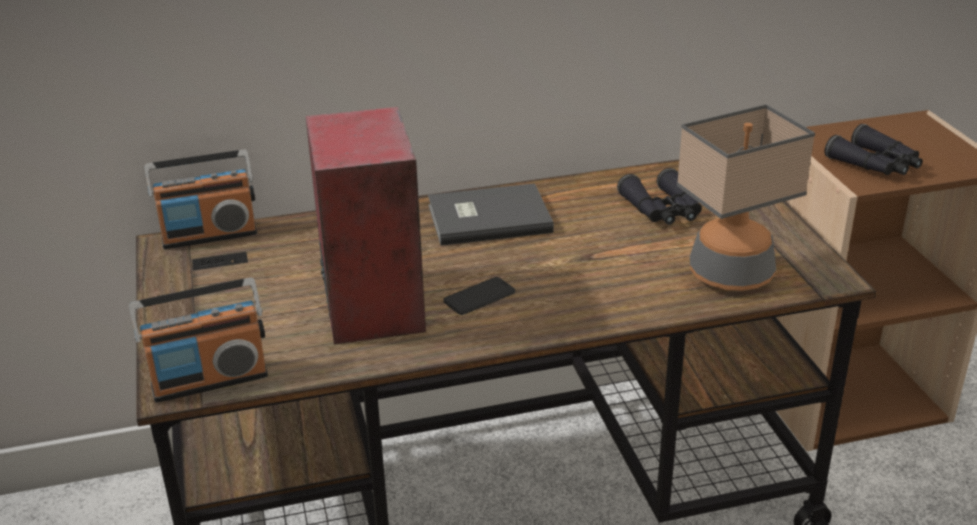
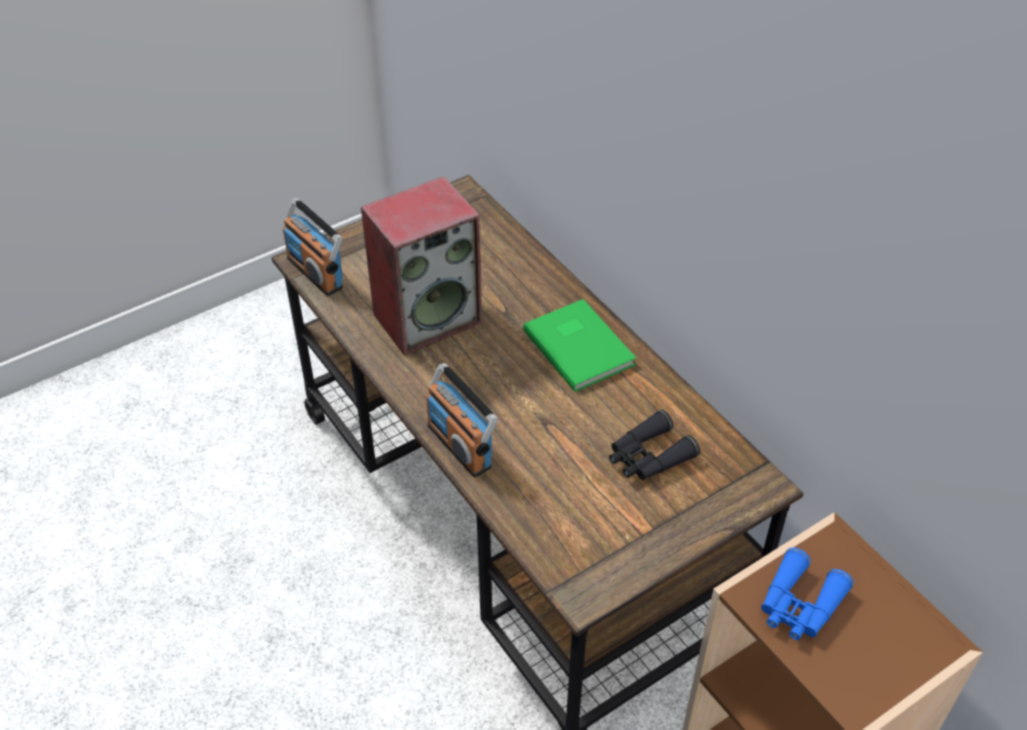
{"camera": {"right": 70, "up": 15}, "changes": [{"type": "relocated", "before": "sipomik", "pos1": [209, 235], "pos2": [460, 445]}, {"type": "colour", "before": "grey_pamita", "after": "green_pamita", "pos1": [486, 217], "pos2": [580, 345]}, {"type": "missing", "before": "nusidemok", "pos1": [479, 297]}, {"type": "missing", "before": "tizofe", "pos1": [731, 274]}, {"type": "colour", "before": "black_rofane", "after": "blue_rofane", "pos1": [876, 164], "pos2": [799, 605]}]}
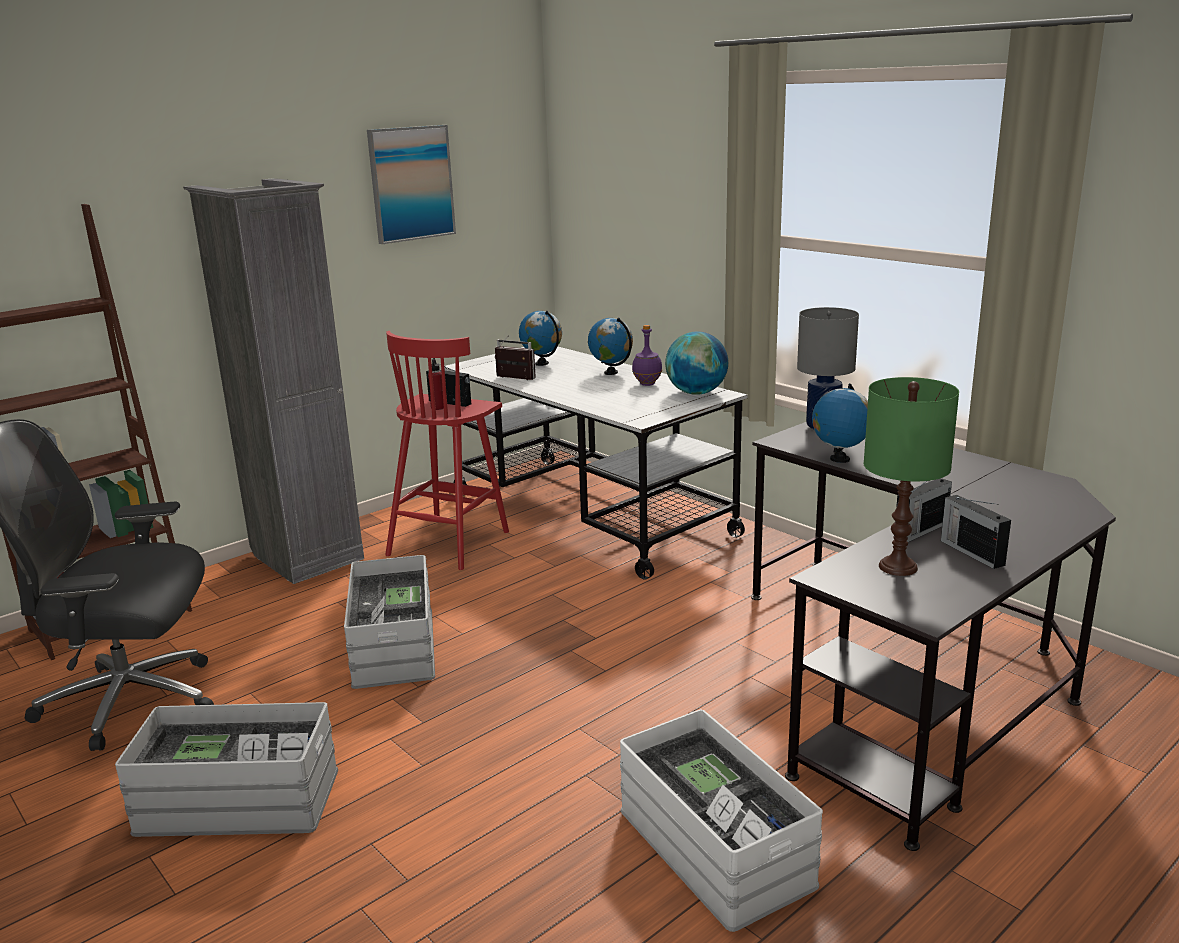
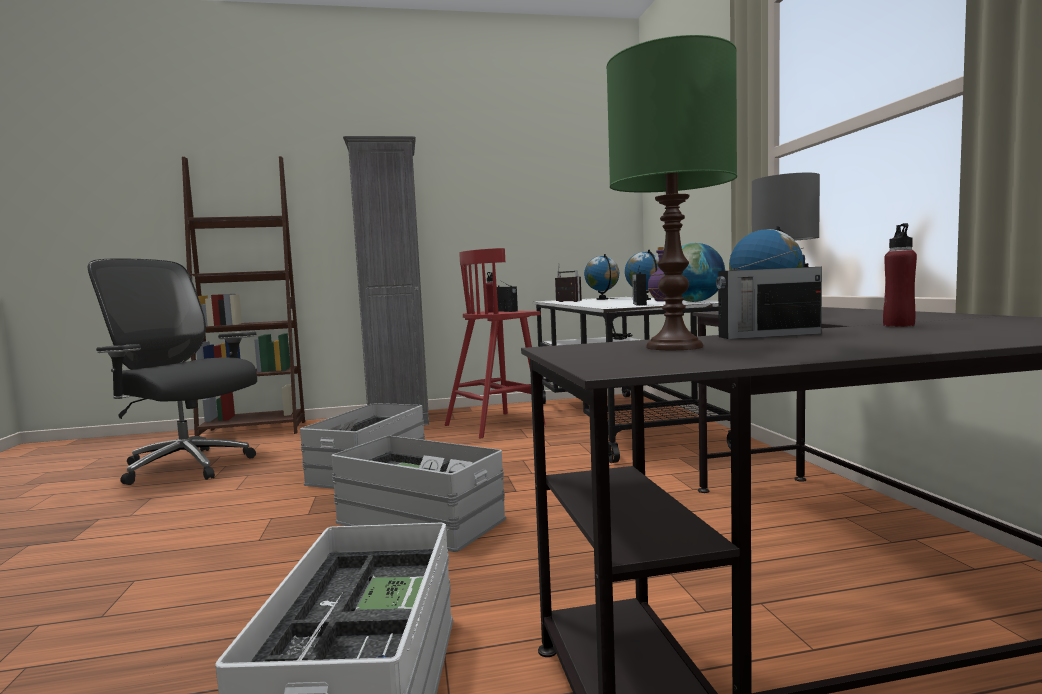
{"camera": {"right": 30, "up": -15}, "changes": [{"type": "relocated", "before": "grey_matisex", "pos1": [239, 799], "pos2": [421, 520]}, {"type": "missing", "before": "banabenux", "pos1": [411, 183]}, {"type": "relocated", "before": "sipomik", "pos1": [971, 552], "pos2": [639, 304]}, {"type": "appeared", "after": "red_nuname", "pos2": [898, 325]}]}
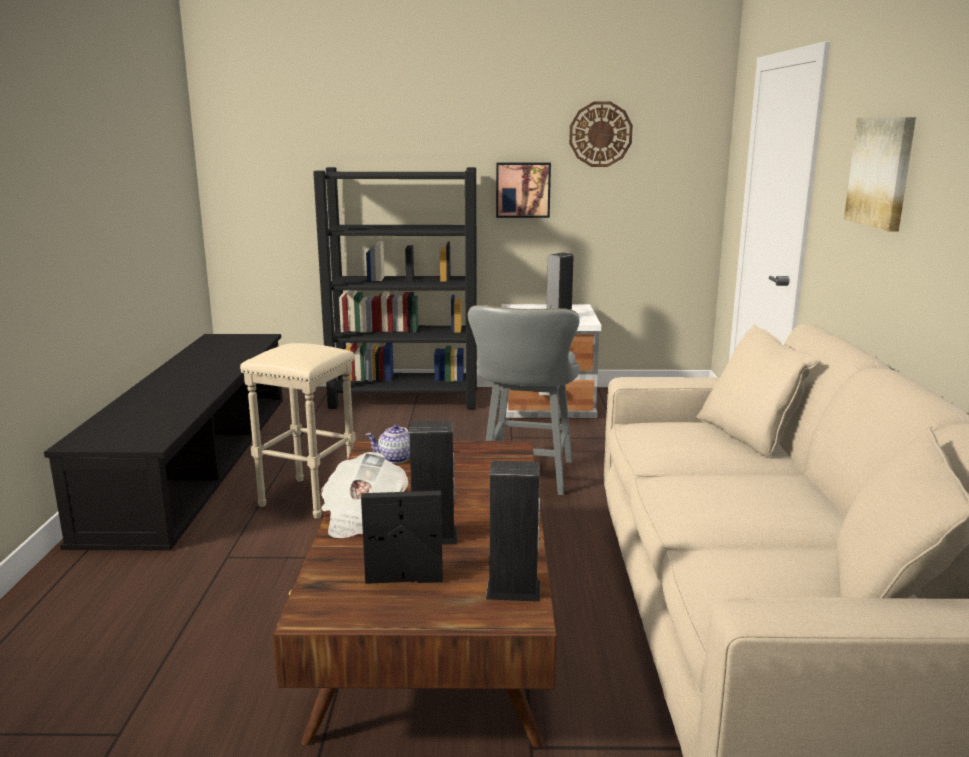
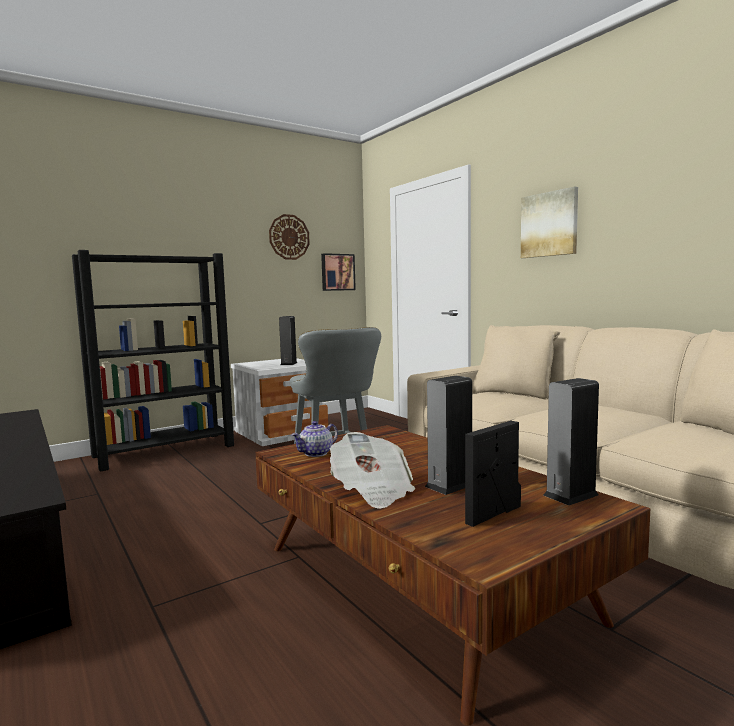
{"camera": {"right": -35, "up": -10}, "changes": [{"type": "missing", "before": "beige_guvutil", "pos1": [305, 498]}, {"type": "relocated", "before": "banabenux", "pos1": [523, 190], "pos2": [337, 272]}]}
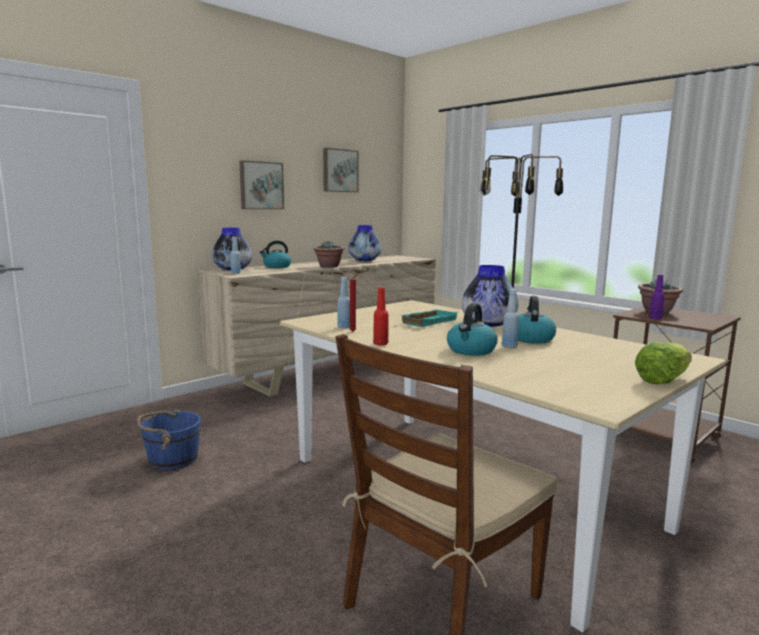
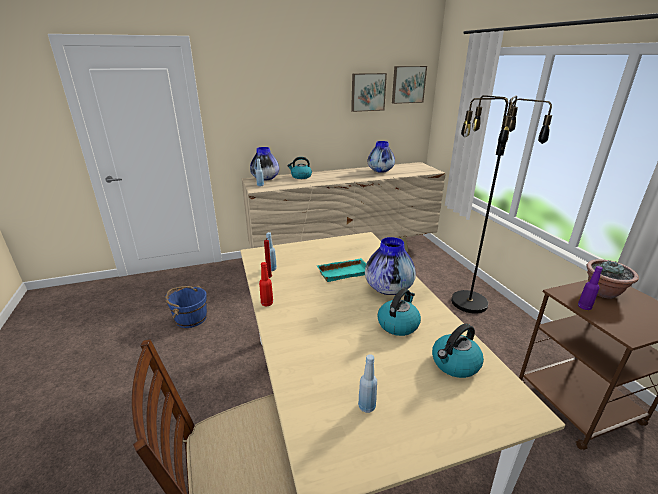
{"camera": {"right": 25, "up": 15}, "changes": [{"type": "relocated", "before": "banabenux", "pos1": [261, 185], "pos2": [408, 84]}, {"type": "missing", "before": "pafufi", "pos1": [329, 266]}, {"type": "relocated", "before": "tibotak", "pos1": [471, 350], "pos2": [455, 364]}, {"type": "relocated", "before": "blue_nuname", "pos1": [509, 346], "pos2": [366, 406]}, {"type": "missing", "before": "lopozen", "pos1": [662, 380]}]}
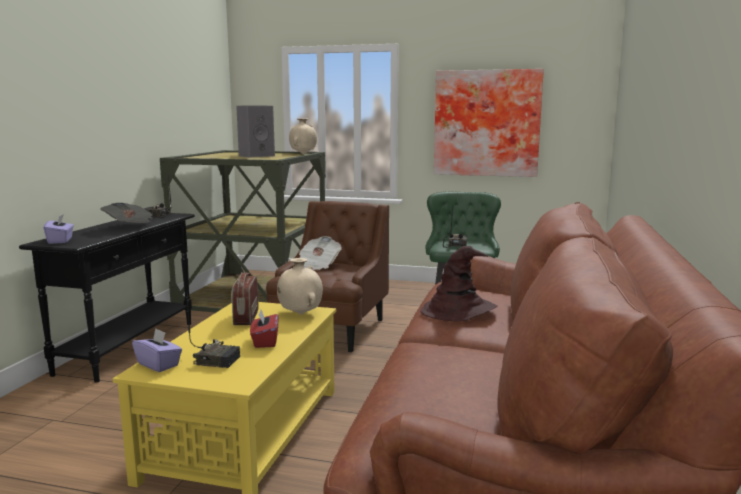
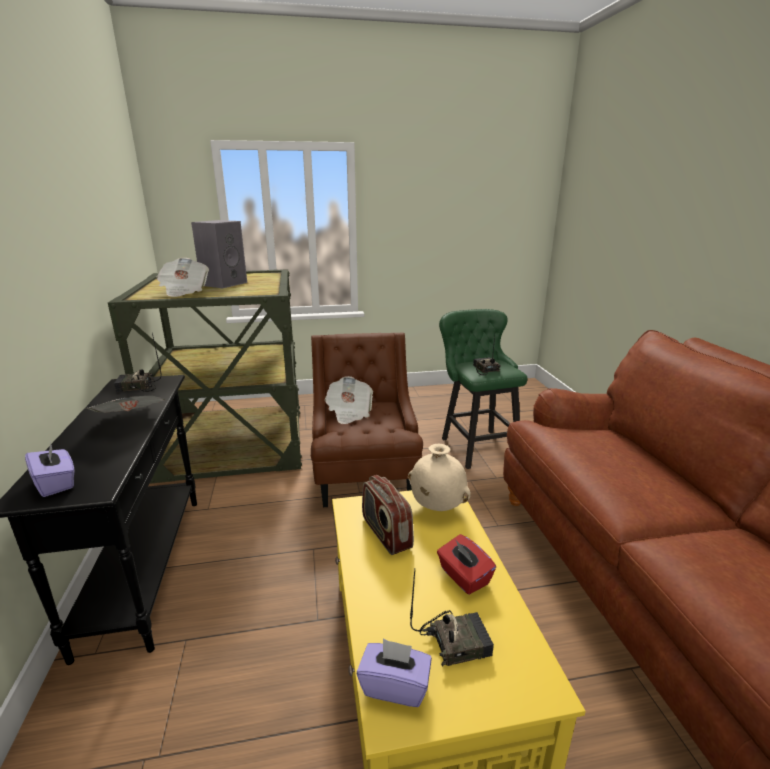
{"camera": {"right": -25, "up": 10}, "changes": [{"type": "missing", "before": "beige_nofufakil", "pos1": [303, 154]}, {"type": "missing", "before": "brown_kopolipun", "pos1": [458, 310]}, {"type": "missing", "before": "banabenux", "pos1": [486, 123]}, {"type": "appeared", "after": "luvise", "pos2": [184, 291]}]}
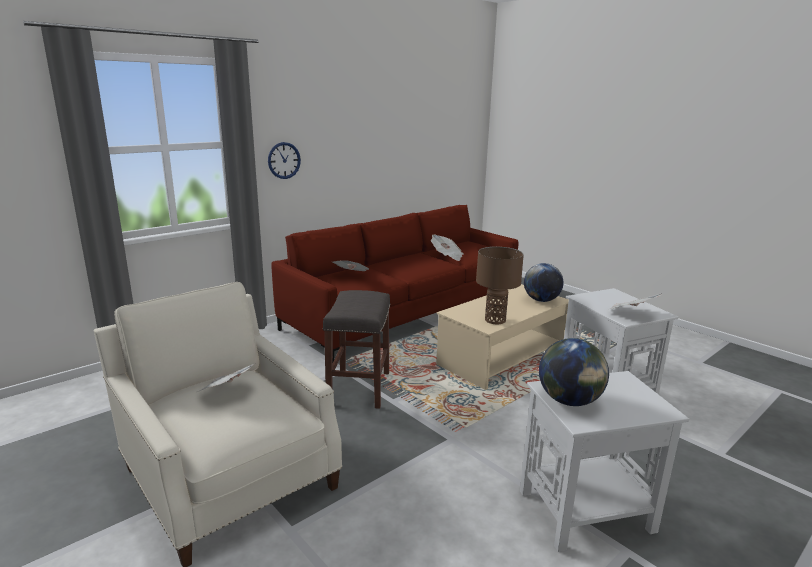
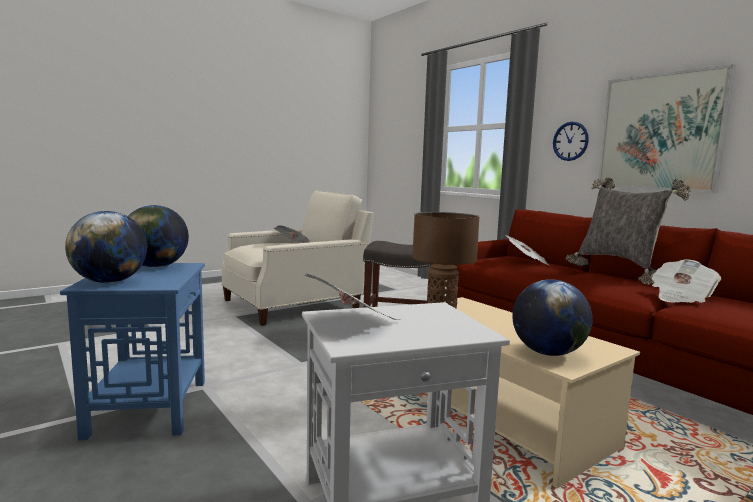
{"camera": {"right": 95, "up": -10}, "changes": [{"type": "colour", "before": "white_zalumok", "after": "blue_zalumok", "pos1": [584, 511], "pos2": [149, 406]}, {"type": "appeared", "after": "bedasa", "pos2": [110, 282]}, {"type": "appeared", "after": "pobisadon", "pos2": [619, 275]}, {"type": "appeared", "after": "banabenux", "pos2": [660, 132]}]}
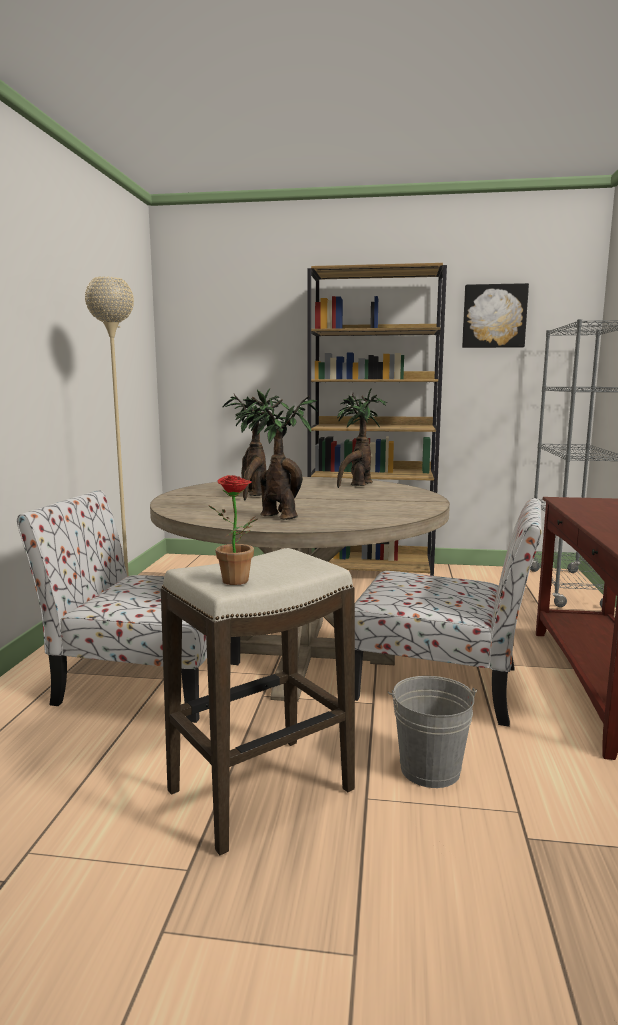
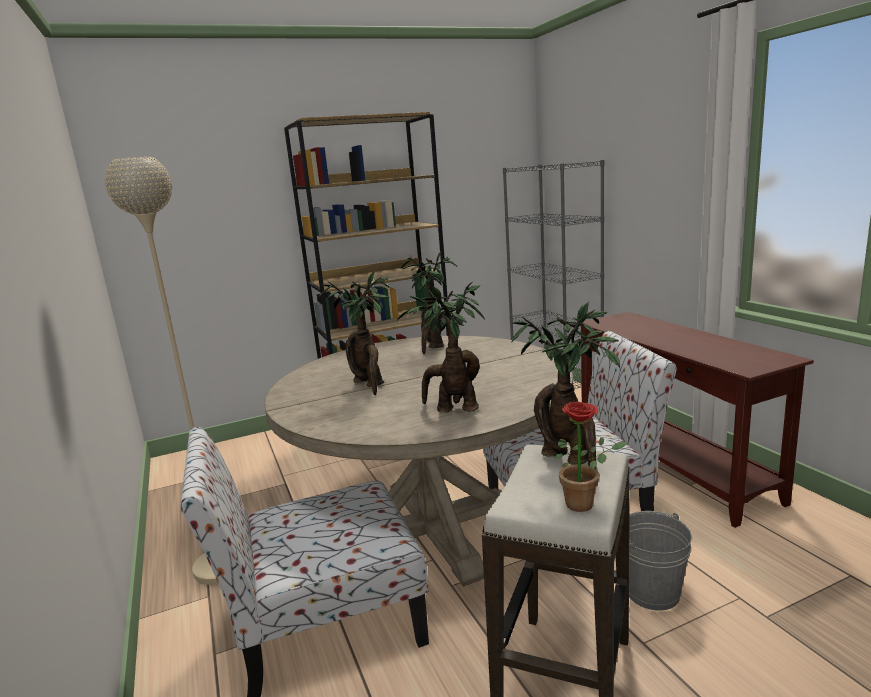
{"camera": {"right": -30, "up": 5}, "changes": [{"type": "missing", "before": "banabenux", "pos1": [494, 316]}, {"type": "appeared", "after": "pafufi", "pos2": [569, 460]}]}
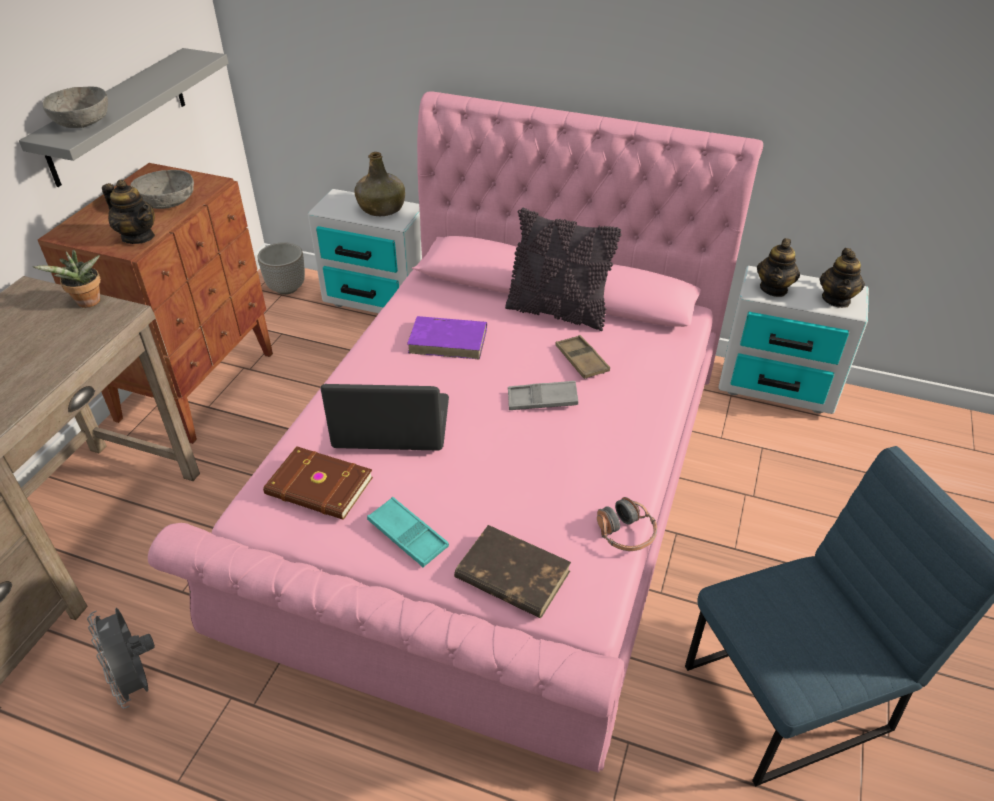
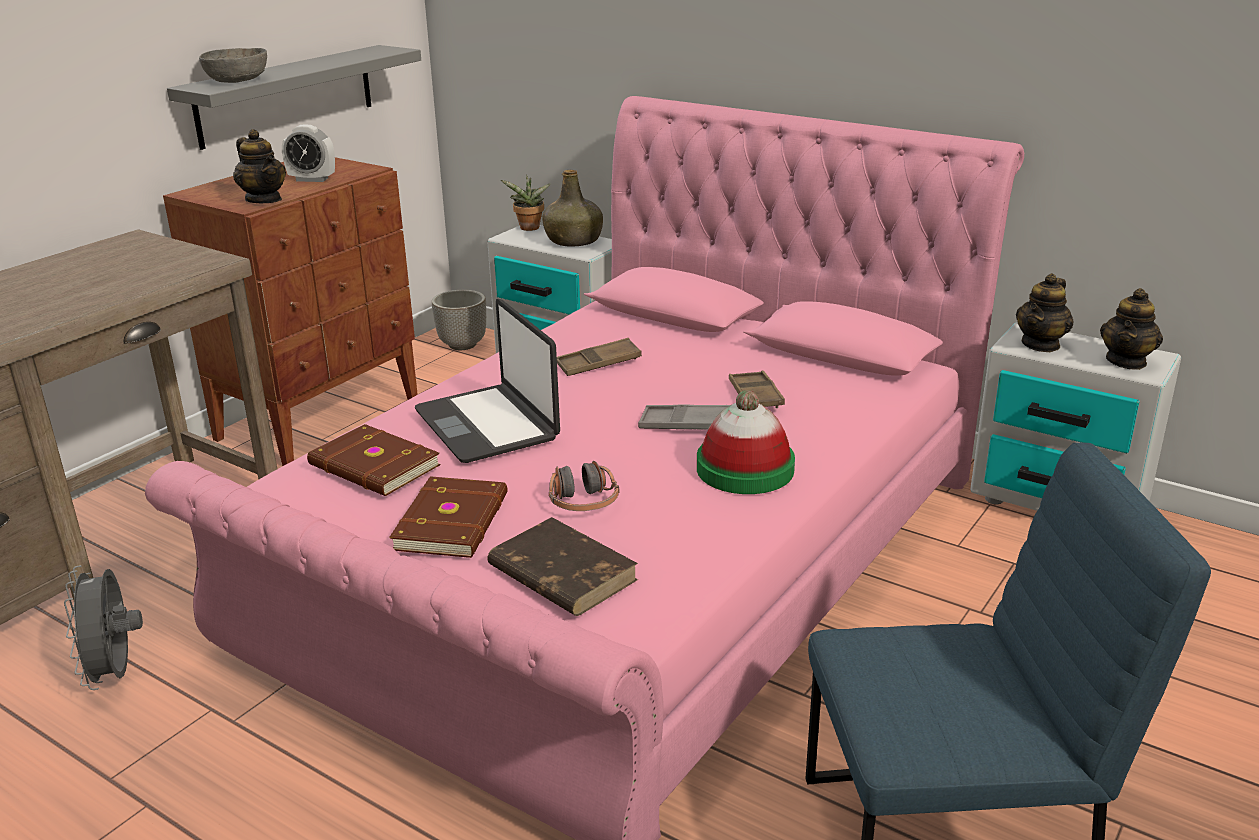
{"camera": {"right": 15, "up": -15}, "changes": [{"type": "relocated", "before": "pafufi", "pos1": [88, 303], "pos2": [529, 229]}, {"type": "exchanged", "before": "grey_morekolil", "after": "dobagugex", "pos1": [168, 202], "pos2": [312, 179]}, {"type": "spun", "before": "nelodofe", "pos1": [392, 425], "pos2": [488, 425], "turn": -135}, {"type": "exchanged", "before": "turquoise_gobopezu", "after": "brown_pamita", "pos1": [408, 536], "pos2": [454, 522]}, {"type": "exchanged", "before": "purple_pamita", "after": "brown_gobopezu", "pos1": [449, 340], "pos2": [598, 363]}, {"type": "missing", "before": "black_pobisadon", "pos1": [558, 312]}, {"type": "relocated", "before": "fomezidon", "pos1": [625, 533], "pos2": [583, 503]}, {"type": "appeared", "after": "kopolipun", "pos2": [745, 469]}]}
